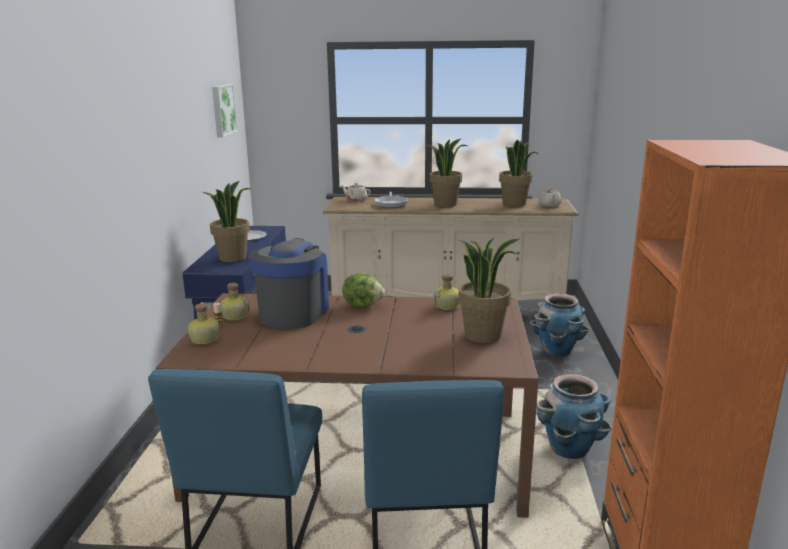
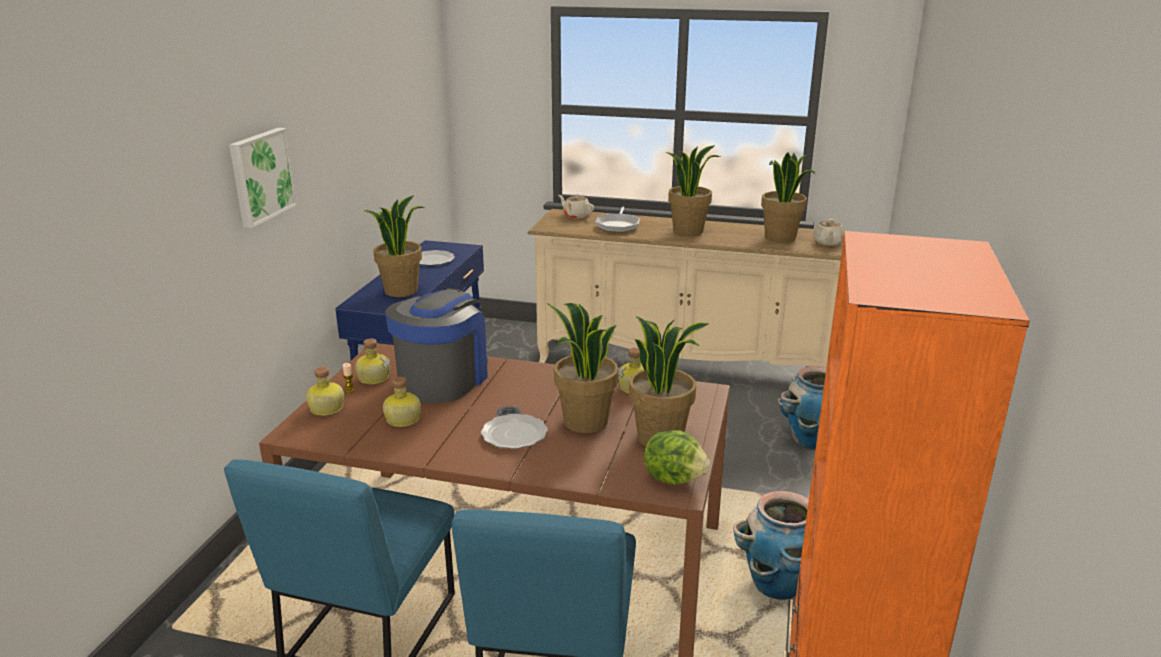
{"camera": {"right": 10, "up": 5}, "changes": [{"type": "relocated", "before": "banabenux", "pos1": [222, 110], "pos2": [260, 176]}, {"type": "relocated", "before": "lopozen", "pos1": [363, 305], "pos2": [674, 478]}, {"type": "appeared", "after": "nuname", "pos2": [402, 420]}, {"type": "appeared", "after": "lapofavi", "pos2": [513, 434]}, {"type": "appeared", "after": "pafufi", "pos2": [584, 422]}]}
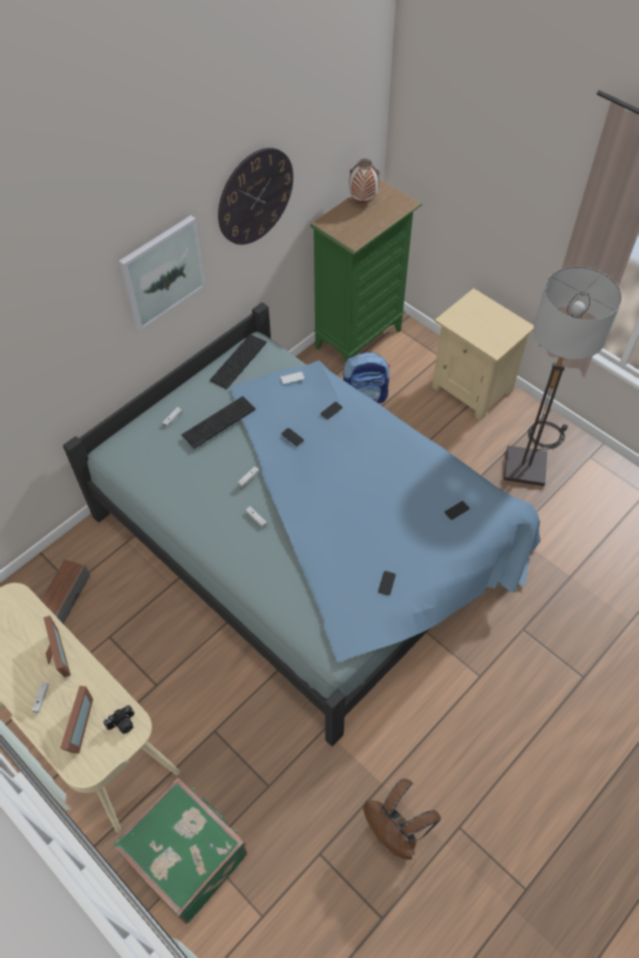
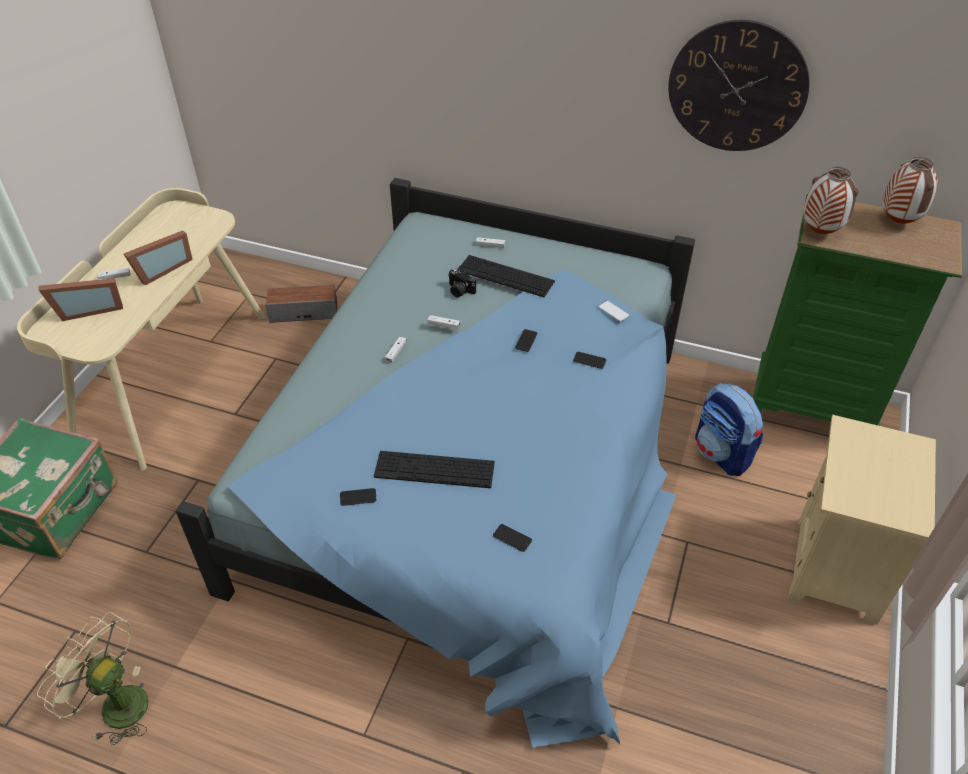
{"camera": {"right": 65, "up": -10}, "changes": [{"type": "relocated", "before": "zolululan", "pos1": [122, 724], "pos2": [459, 291]}, {"type": "missing", "before": "banabenux", "pos1": [162, 272]}, {"type": "relocated", "before": "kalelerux", "pos1": [238, 361], "pos2": [434, 469]}, {"type": "exchanged", "before": "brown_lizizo", "after": "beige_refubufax", "pos1": [396, 832], "pos2": [115, 704]}, {"type": "missing", "before": "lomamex", "pos1": [531, 458]}, {"type": "appeared", "after": "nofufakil", "pos2": [819, 232]}]}
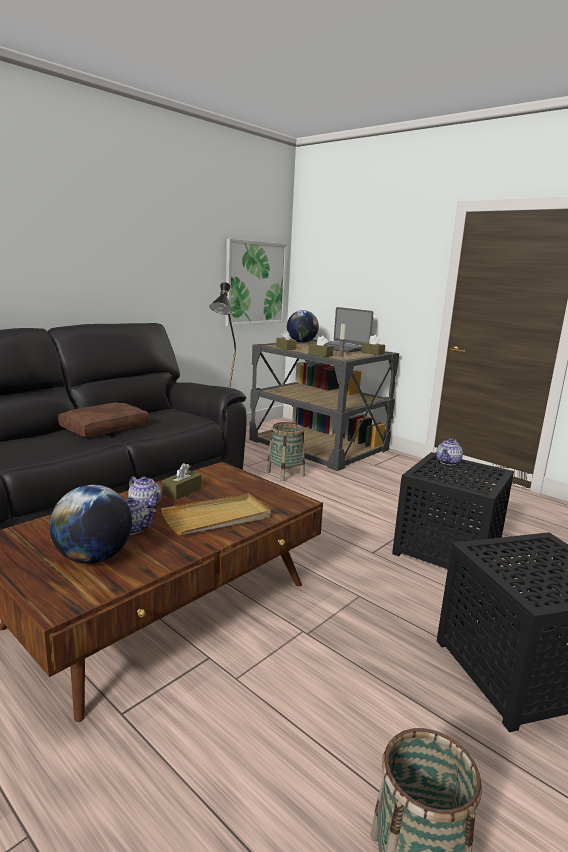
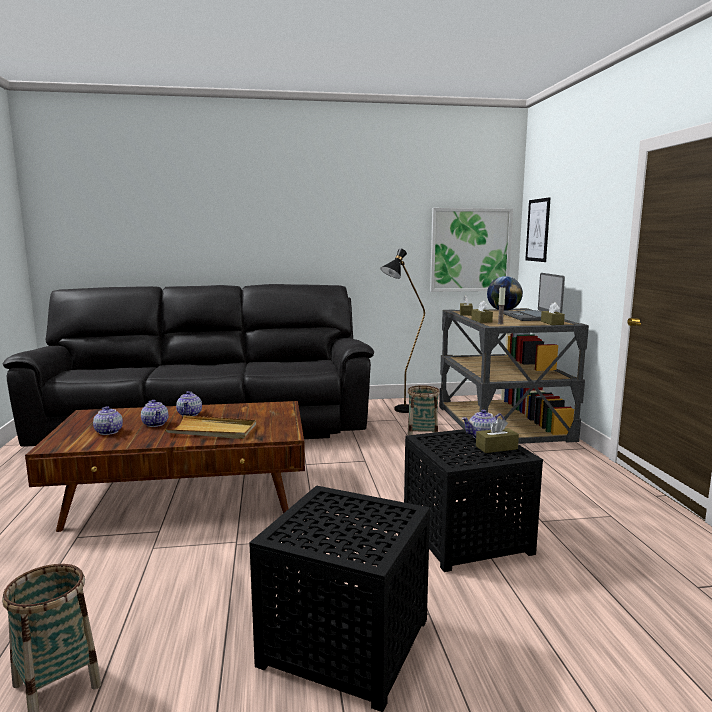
{"camera": {"right": 40, "up": -5}, "changes": [{"type": "exchanged", "before": "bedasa", "after": "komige", "pos1": [94, 557], "pos2": [108, 432]}, {"type": "missing", "before": "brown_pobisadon", "pos1": [105, 428]}, {"type": "relocated", "before": "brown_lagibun", "pos1": [182, 491], "pos2": [496, 447]}, {"type": "appeared", "after": "banabenux", "pos2": [538, 230]}]}
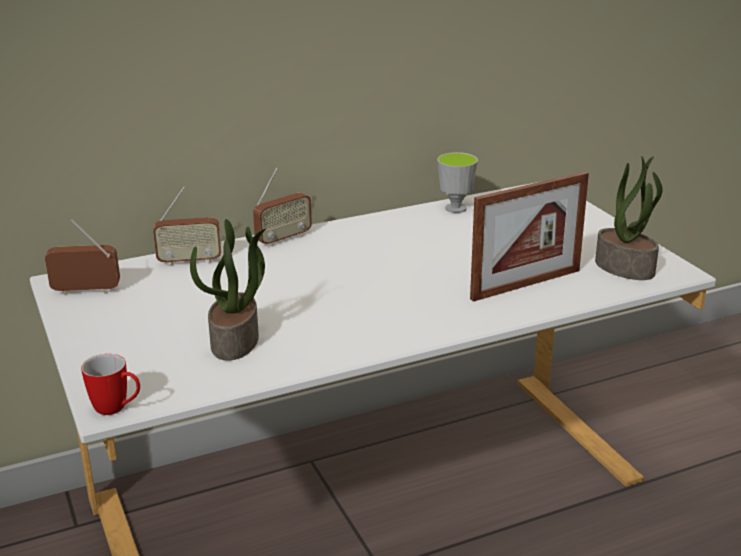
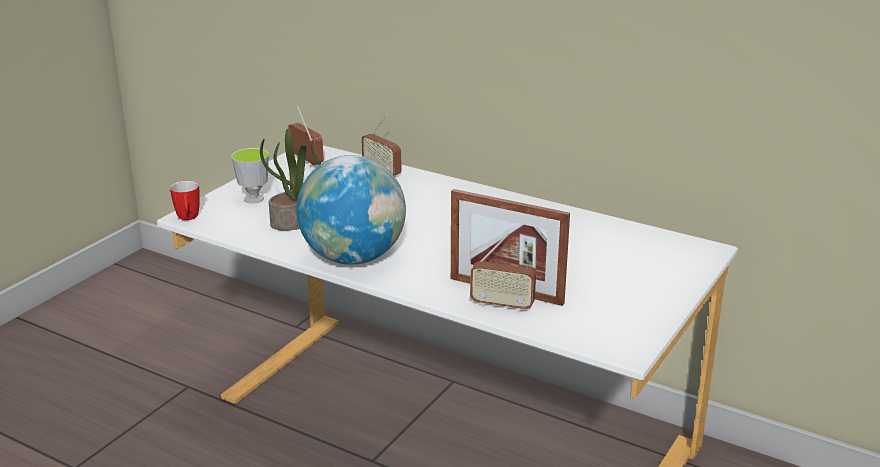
{"camera": {"right": 55, "up": 0}, "changes": [{"type": "relocated", "before": "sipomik", "pos1": [283, 239], "pos2": [502, 305]}, {"type": "relocated", "before": "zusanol", "pos1": [456, 208], "pos2": [254, 199]}, {"type": "missing", "before": "pafufi", "pos1": [626, 268]}, {"type": "appeared", "after": "bedasa", "pos2": [353, 258]}]}
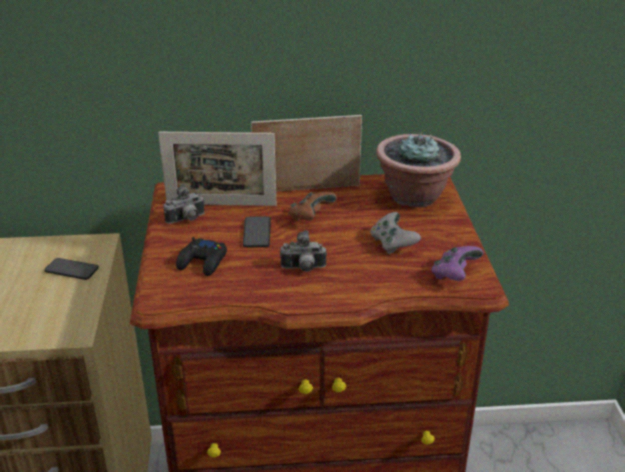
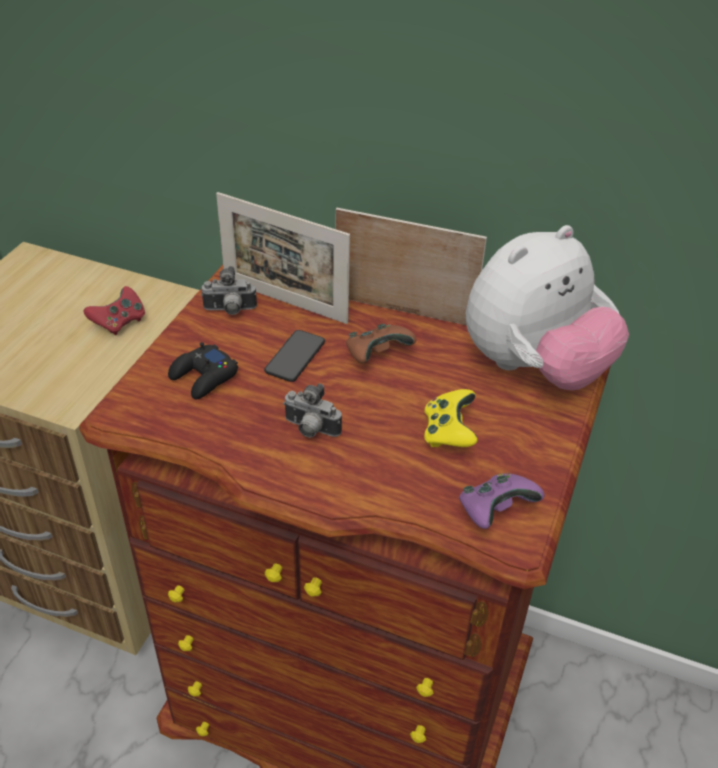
{"camera": {"right": 25, "up": 10}, "changes": [{"type": "exchanged", "before": "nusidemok", "after": "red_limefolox", "pos1": [71, 270], "pos2": [119, 322]}, {"type": "colour", "before": "grey_limefolox", "after": "yellow_limefolox", "pos1": [392, 244], "pos2": [448, 433]}, {"type": "exchanged", "before": "pafufi", "after": "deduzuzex", "pos1": [414, 196], "pos2": [533, 368]}]}
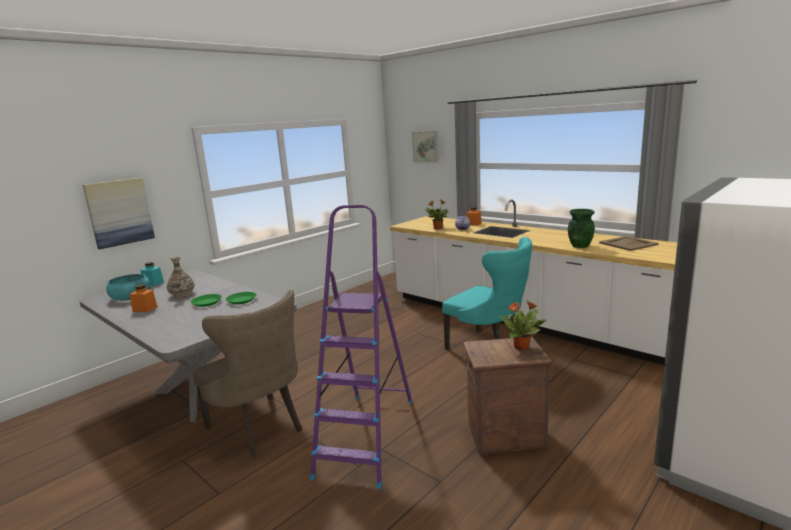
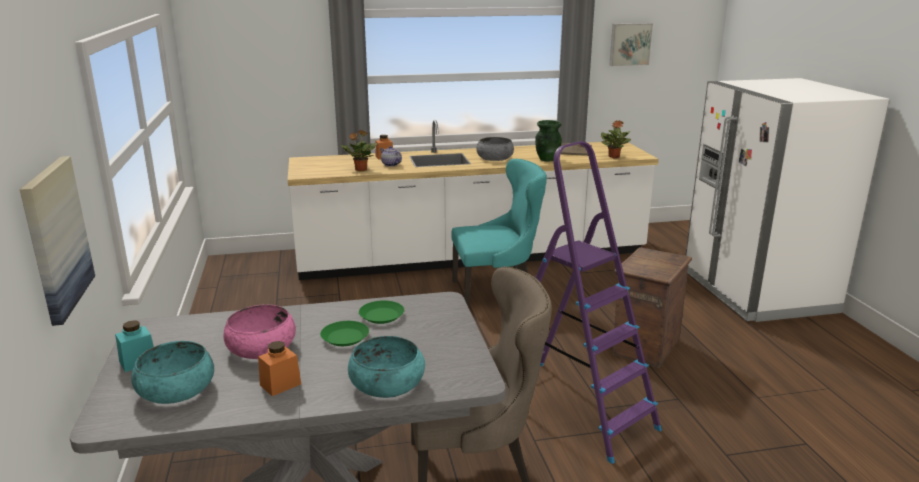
{"camera": {"right": -55, "up": 5}, "changes": [{"type": "exchanged", "before": "nofufakil", "after": "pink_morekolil", "pos1": [182, 294], "pos2": [261, 347]}, {"type": "relocated", "before": "banabenux", "pos1": [426, 146], "pos2": [629, 44]}, {"type": "relocated", "before": "pafufi", "pos1": [522, 347], "pos2": [614, 157]}, {"type": "appeared", "after": "turquoise_morekolil", "pos2": [387, 383]}, {"type": "appeared", "after": "grey_morekolil", "pos2": [495, 158]}]}
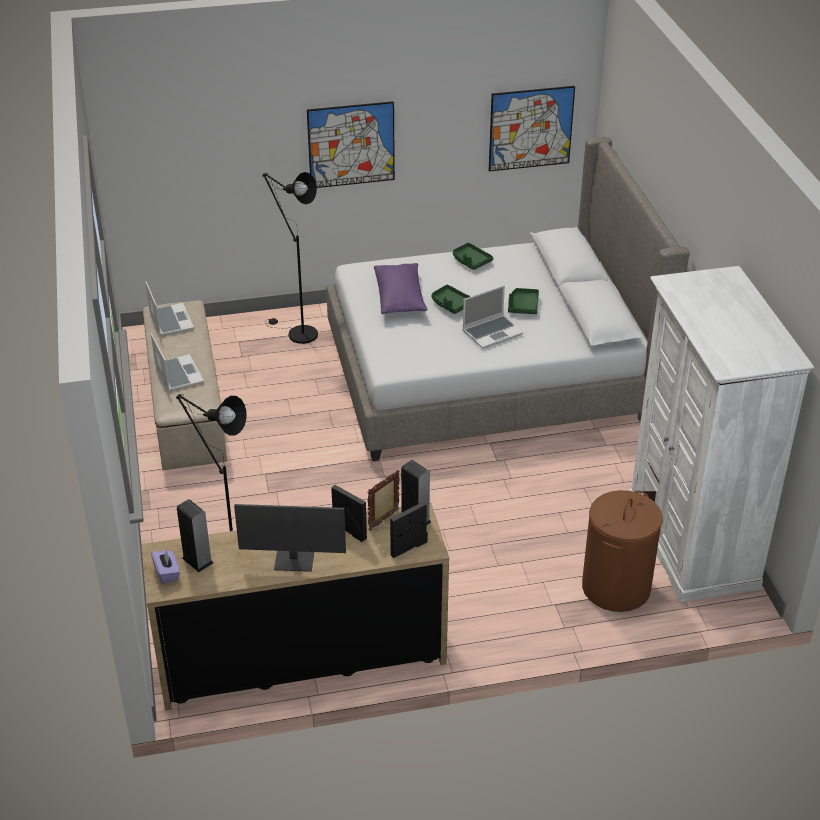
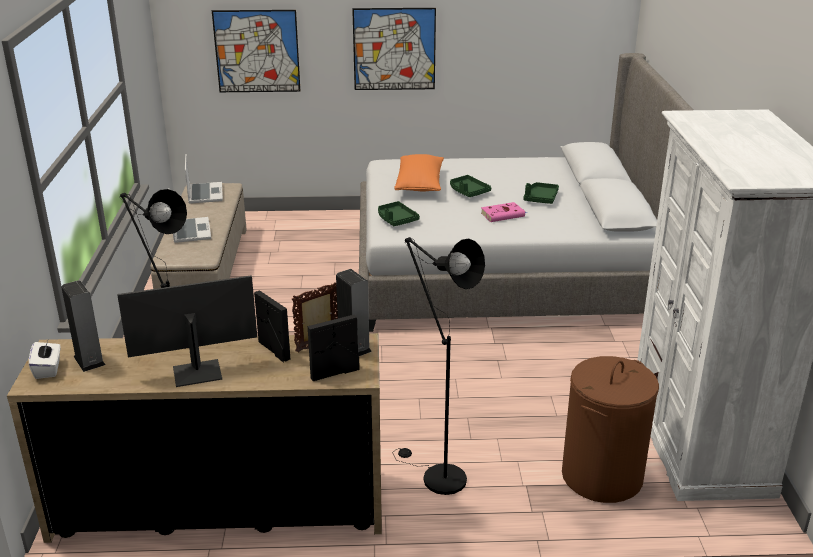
{"camera": {"right": 10, "up": -10}, "changes": [{"type": "colour", "before": "purple_lagibun", "after": "white_lagibun", "pos1": [167, 573], "pos2": [48, 369]}, {"type": "spun", "before": "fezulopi", "pos1": [294, 561], "pos2": [197, 372], "turn": 150}, {"type": "relocated", "before": "black_lomamex", "pos1": [297, 333], "pos2": [437, 476]}, {"type": "colour", "before": "purple_pobisadon", "after": "orange_pobisadon", "pos1": [400, 298], "pos2": [419, 184]}, {"type": "relocated", "before": "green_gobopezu", "pos1": [471, 261], "pos2": [396, 219]}, {"type": "exchanged", "before": "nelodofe", "after": "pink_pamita", "pos1": [492, 332], "pos2": [503, 215]}, {"type": "relocated", "before": "banabenux", "pos1": [531, 128], "pos2": [257, 51]}]}
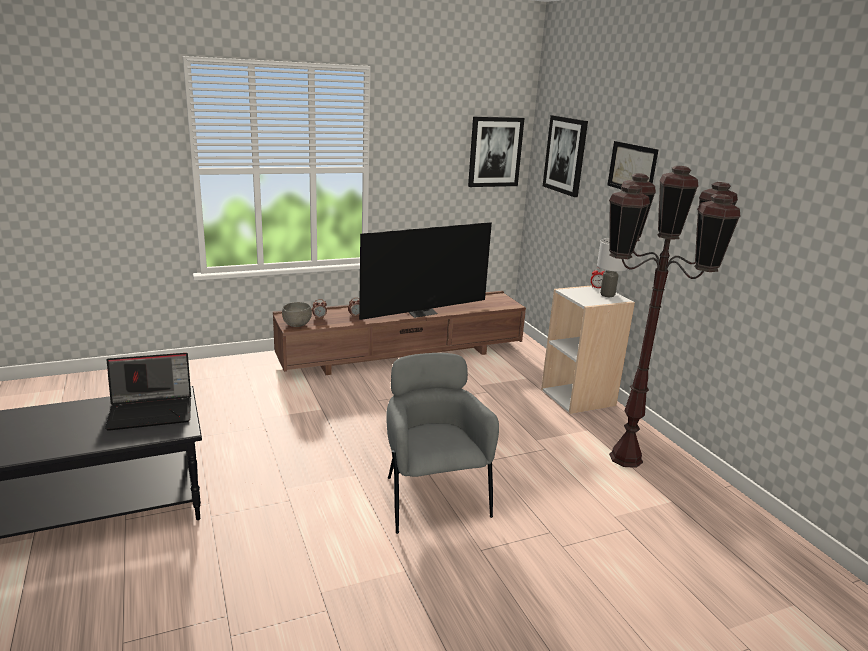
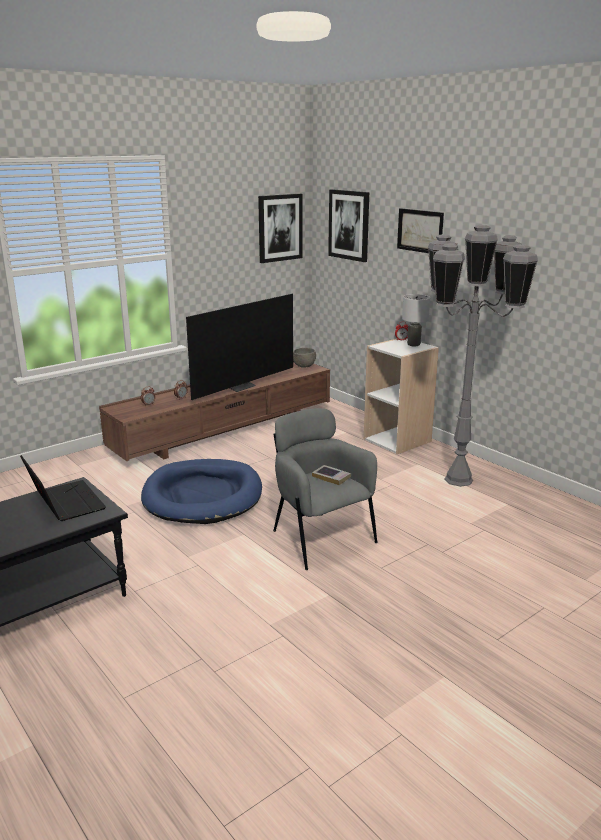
{"camera": {"right": -15, "up": 0}, "changes": [{"type": "spun", "before": "nelodofe", "pos1": [152, 411], "pos2": [64, 503], "turn": -90}, {"type": "relocated", "before": "grey_morekolil", "pos1": [297, 325], "pos2": [304, 366]}, {"type": "colour", "before": "brown_lomamex", "after": "grey_lomamex", "pos1": [626, 458], "pos2": [459, 480]}, {"type": "appeared", "after": "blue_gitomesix", "pos2": [203, 496]}, {"type": "appeared", "after": "pamita", "pos2": [331, 477]}]}
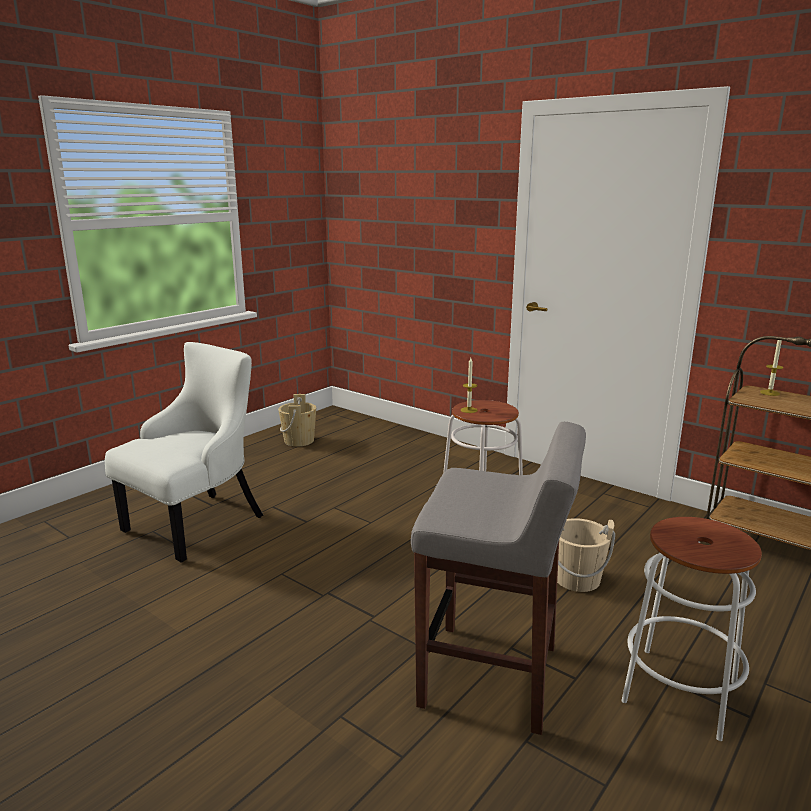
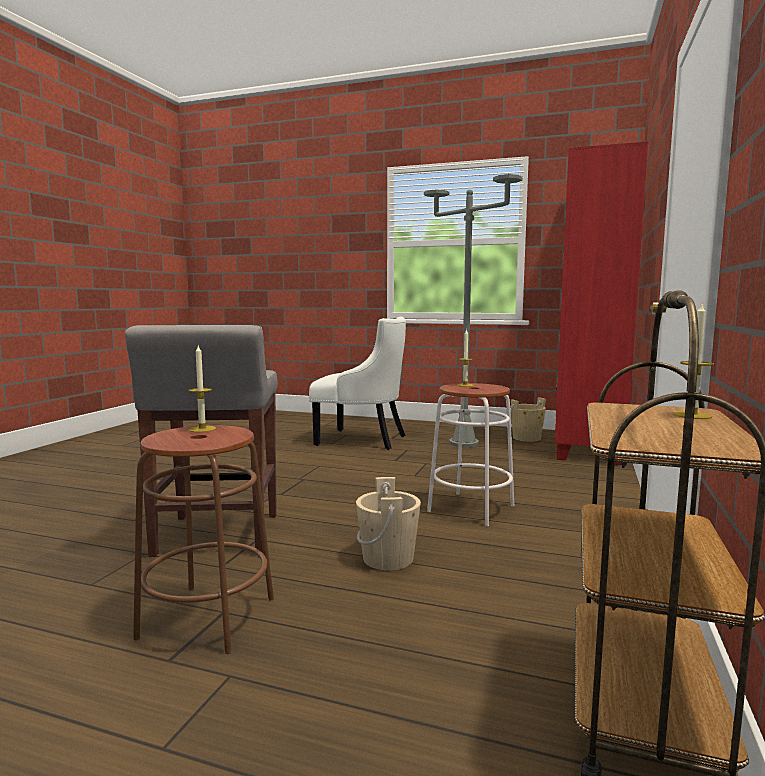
{"camera": {"right": 70, "up": -10}, "changes": [{"type": "colour", "before": "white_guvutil", "after": "brown_guvutil", "pos1": [680, 691], "pos2": [208, 617]}, {"type": "appeared", "after": "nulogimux", "pos2": [202, 429]}, {"type": "appeared", "after": "grey_lomamex", "pos2": [463, 443]}, {"type": "appeared", "after": "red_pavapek", "pos2": [587, 446]}]}
